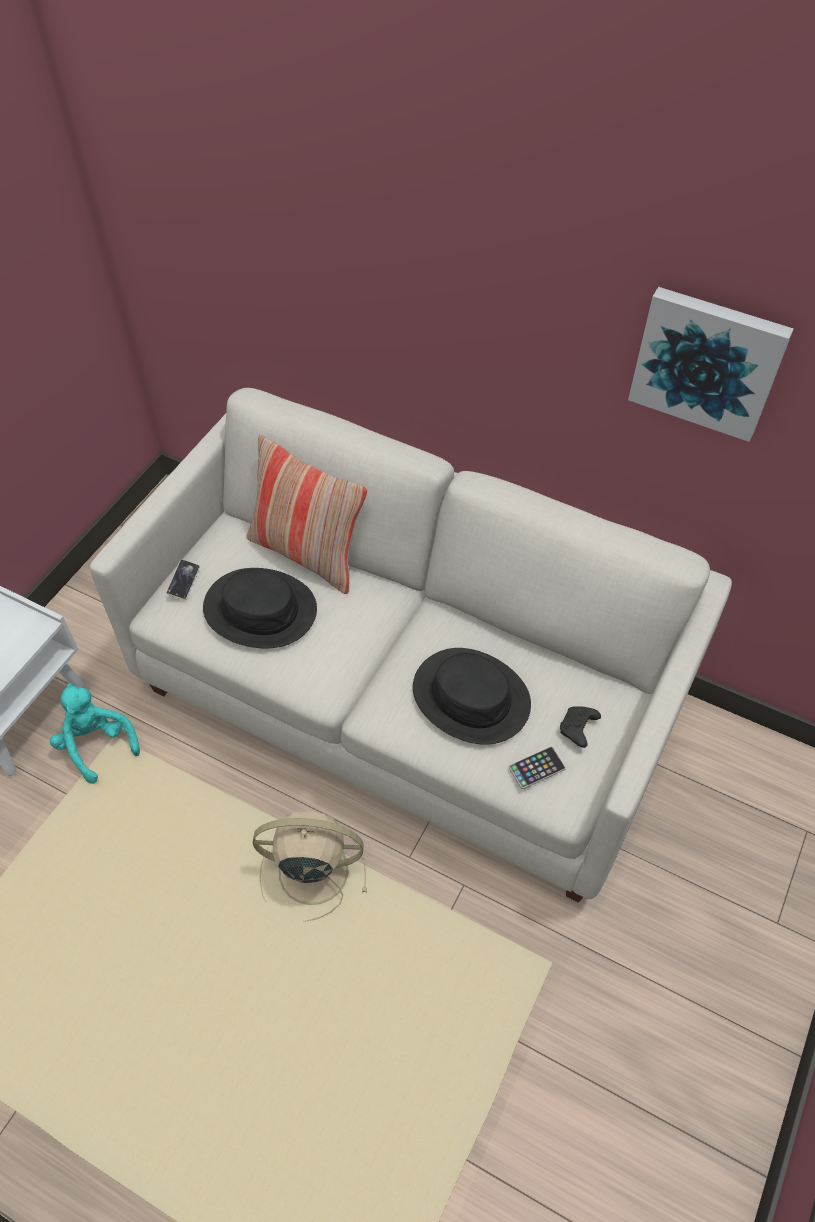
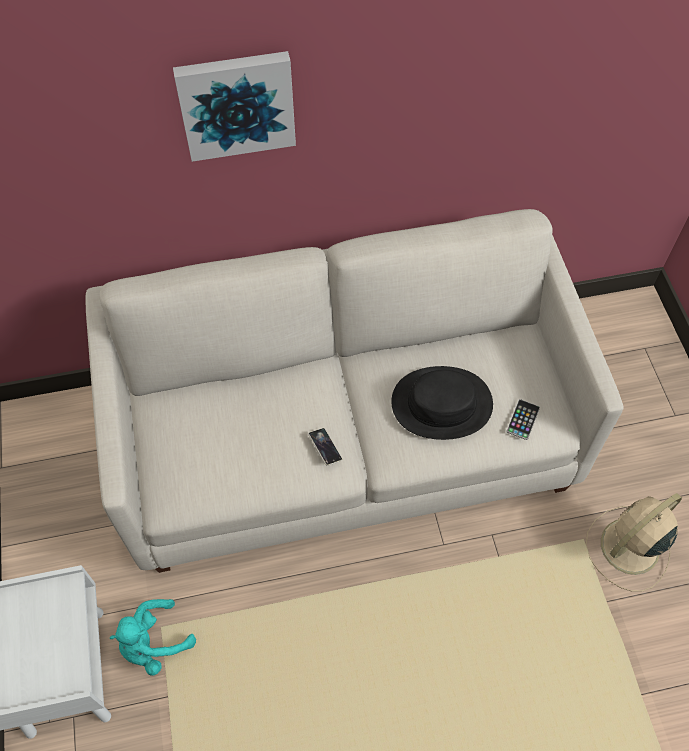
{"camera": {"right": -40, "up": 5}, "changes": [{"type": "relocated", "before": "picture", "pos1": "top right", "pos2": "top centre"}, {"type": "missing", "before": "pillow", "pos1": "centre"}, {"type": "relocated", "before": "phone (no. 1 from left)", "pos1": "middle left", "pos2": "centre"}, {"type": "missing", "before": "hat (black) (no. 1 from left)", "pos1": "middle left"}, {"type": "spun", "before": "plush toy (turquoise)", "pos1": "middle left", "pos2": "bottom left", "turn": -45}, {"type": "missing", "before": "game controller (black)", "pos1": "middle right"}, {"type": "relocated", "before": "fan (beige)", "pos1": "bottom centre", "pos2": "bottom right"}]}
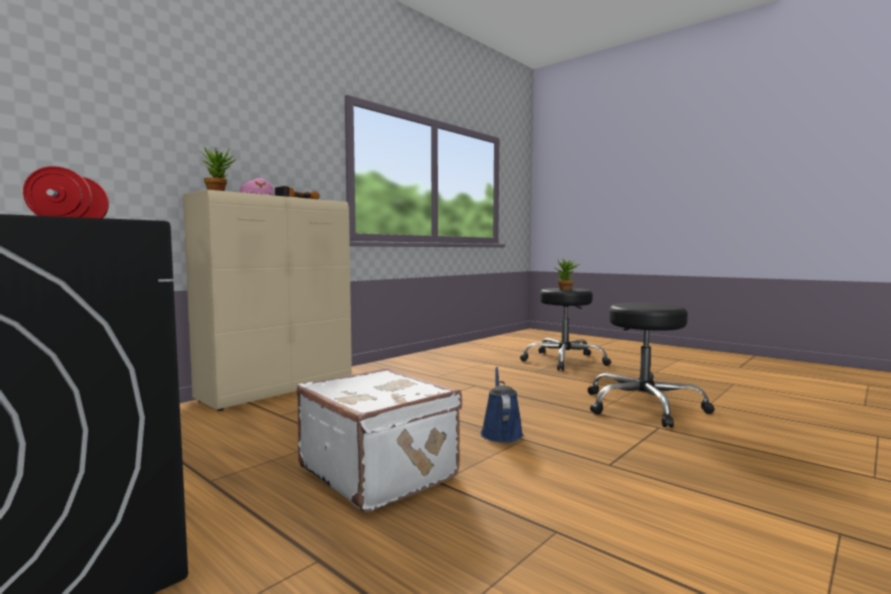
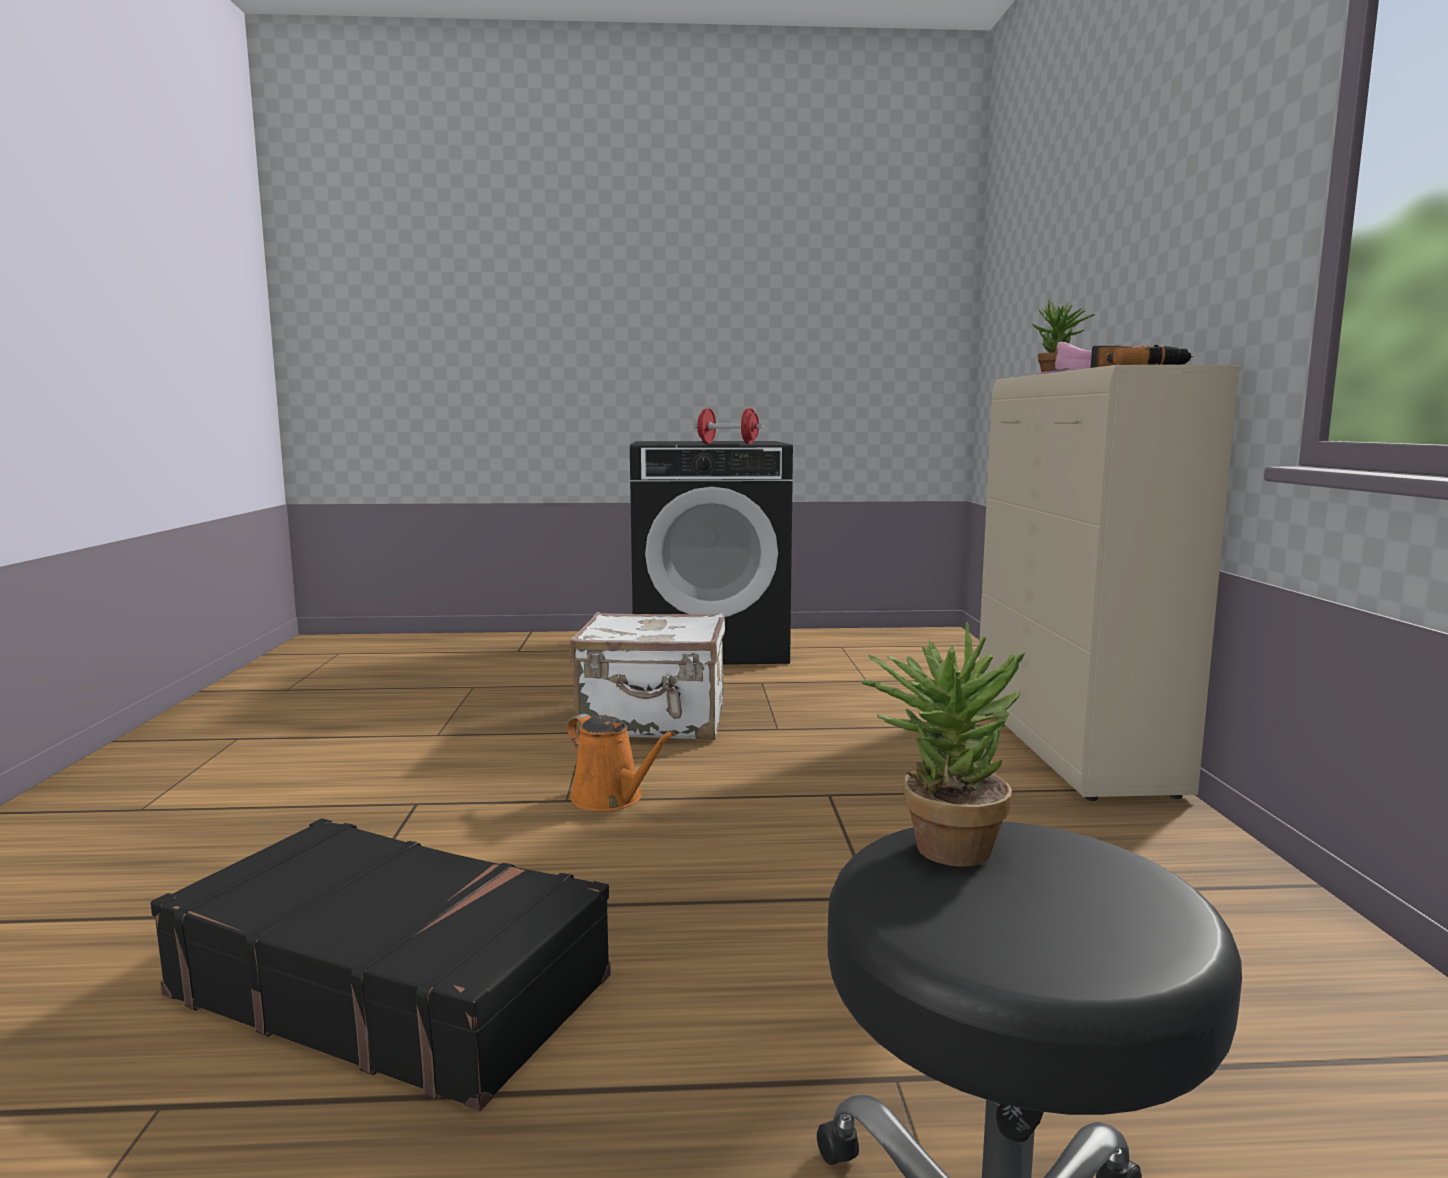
{"camera": {"right": 135, "up": 5}, "changes": [{"type": "exchanged", "before": "stool (black) (no. 2 from left)", "after": "suitcase (black)", "pos1": "middle right", "pos2": "bottom left"}, {"type": "colour", "before": "watering can (blue)", "after": "watering can (orange)", "pos1": "bottom centre", "pos2": "centre"}]}
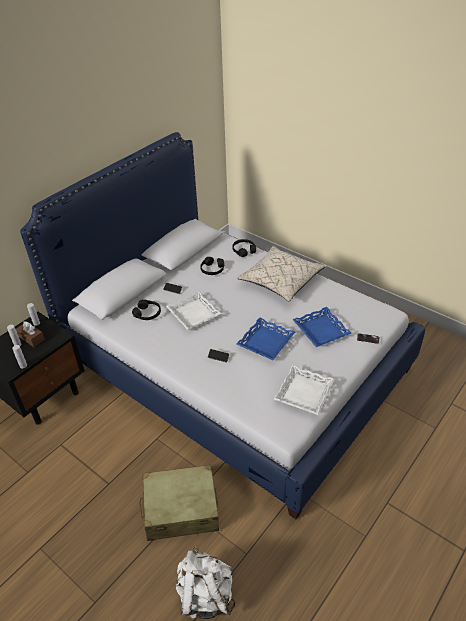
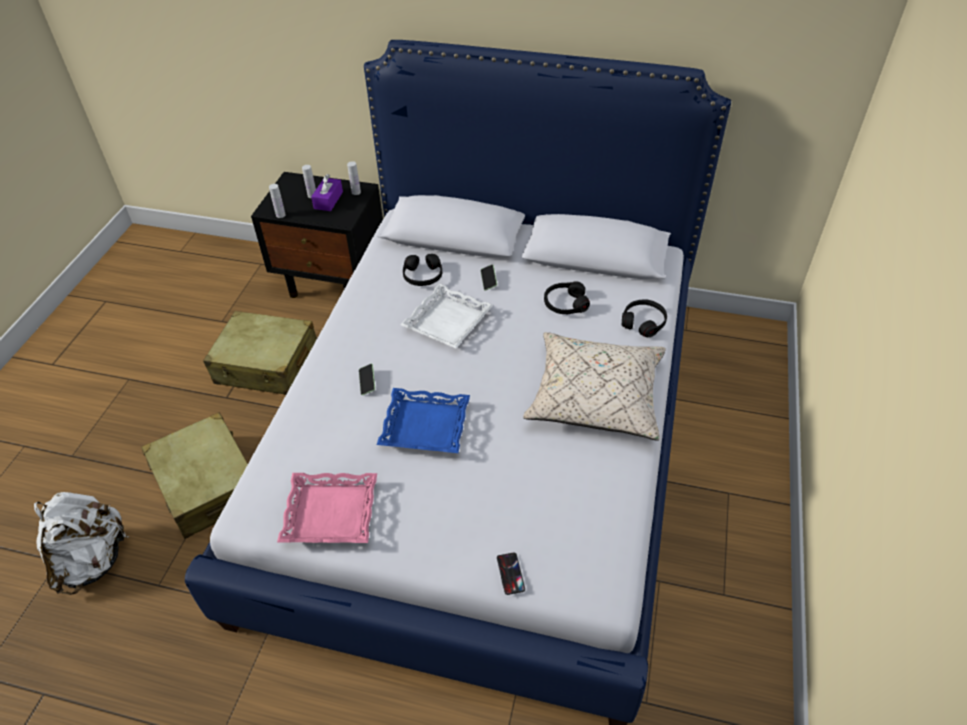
{"camera": {"right": 65, "up": 5}, "changes": [{"type": "missing", "before": "tray (blue) (no. 2 from left)", "pos1": "middle right"}, {"type": "colour", "before": "tissue box (brown)", "after": "tissue box (purple)", "pos1": "middle left", "pos2": "top centre"}, {"type": "colour", "before": "tray (white) (no. 2 from left)", "after": "tray (pink)", "pos1": "centre", "pos2": "bottom centre"}, {"type": "appeared", "after": "suitcase (beige) (no. 2 from left)", "pos2": "middle left"}]}
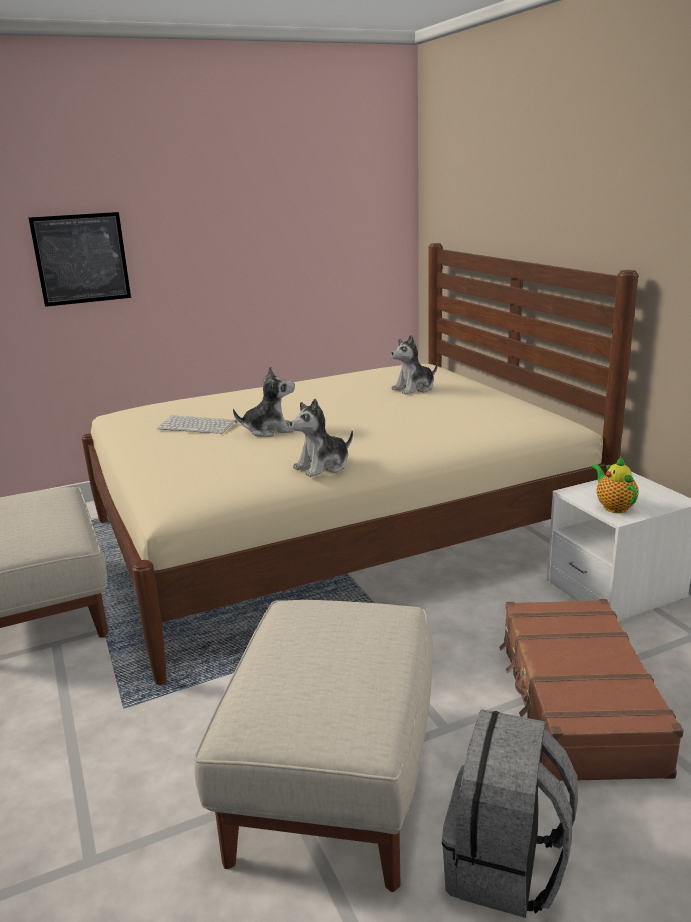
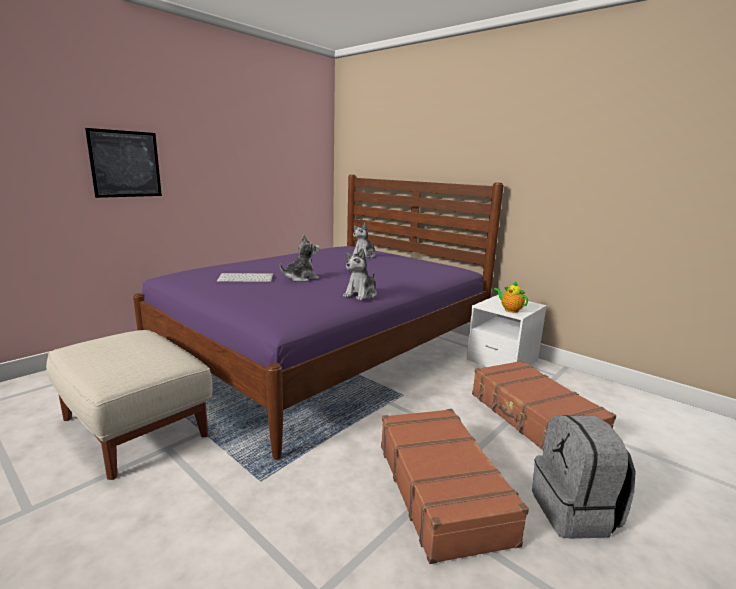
{"camera": {"right": -25, "up": -5}, "changes": [{"type": "colour", "before": "bed (beige)", "after": "bed (purple)", "pos1": "centre", "pos2": "centre"}, {"type": "exchanged", "before": "ottoman (beige) (no. 2 from left)", "after": "suitcase (brown) (no. 1 from left)", "pos1": "bottom centre", "pos2": "bottom centre"}]}
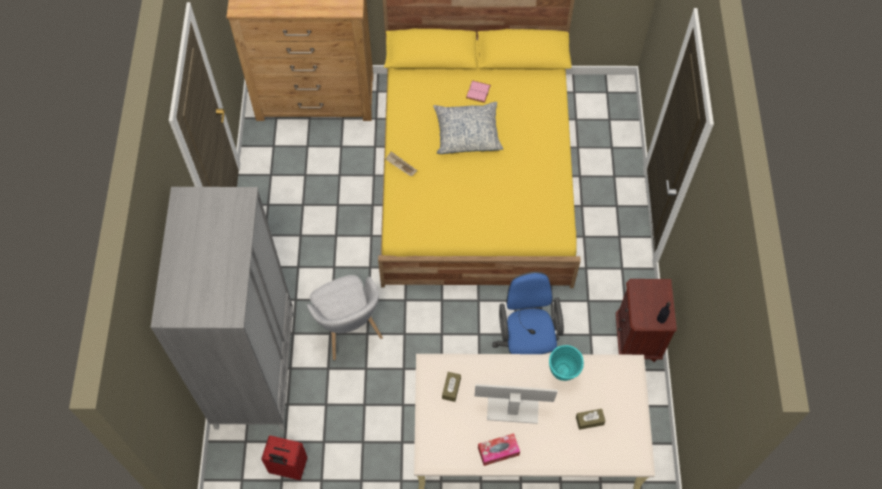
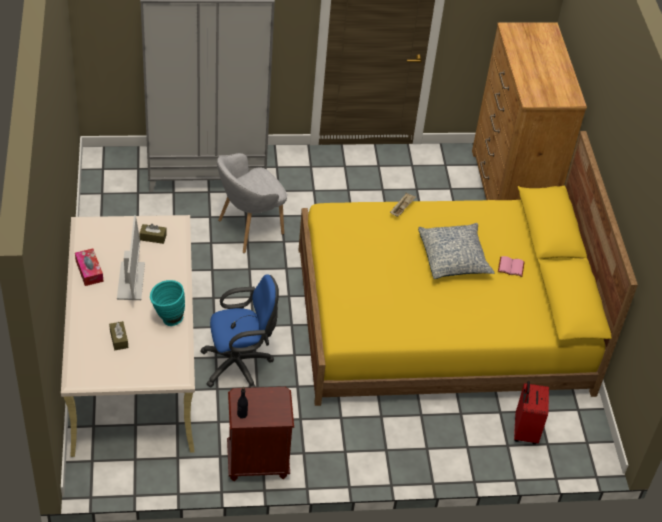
{"camera": {"right": 80, "up": -15}, "changes": [{"type": "relocated", "before": "suitcase (red)", "pos1": "bottom left", "pos2": "bottom right"}]}
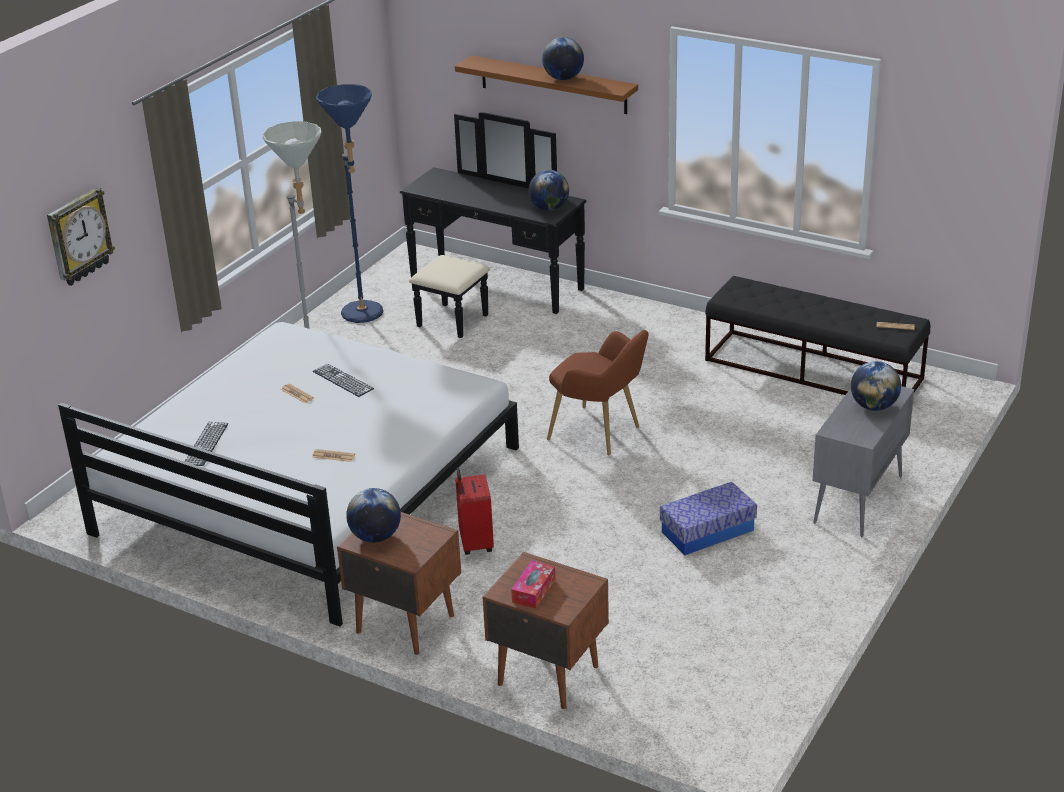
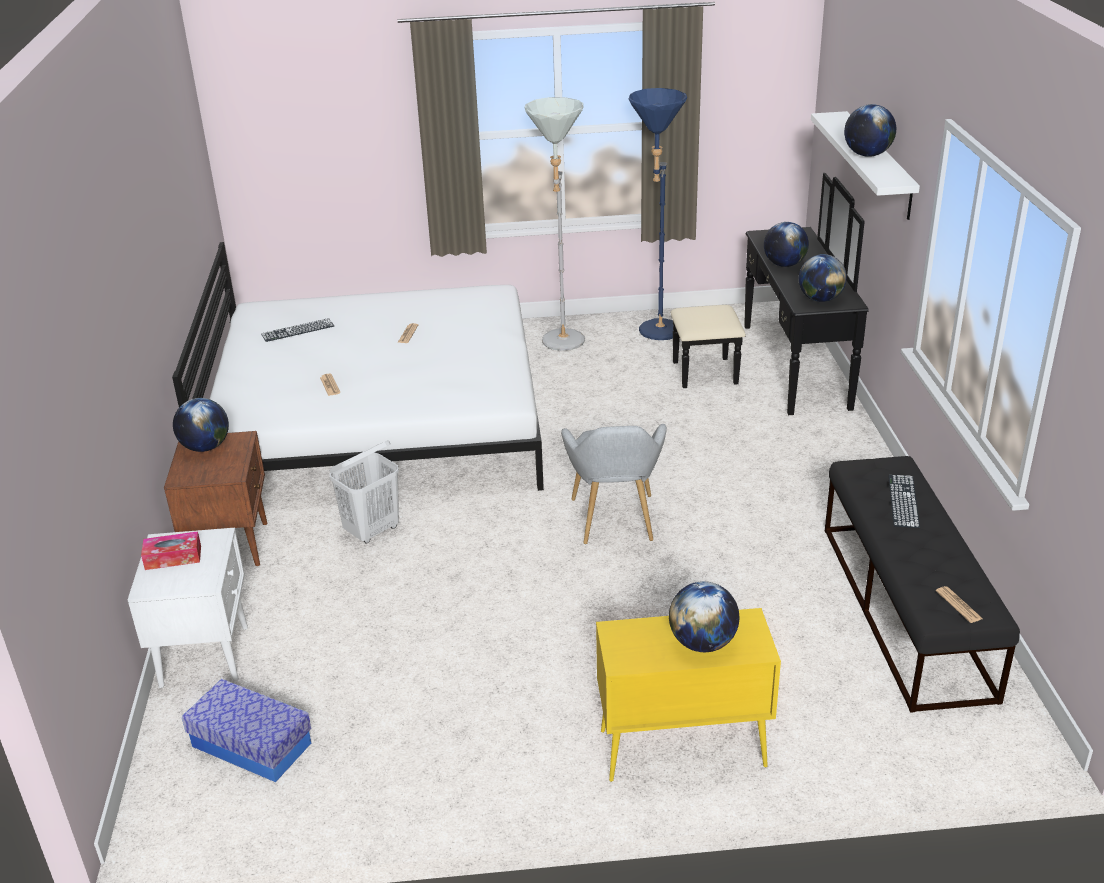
{"camera": {"right": 55, "up": 0}, "changes": [{"type": "colour", "before": "shelf (brown)", "after": "shelf (white)", "pos1": "top centre", "pos2": "top right"}, {"type": "missing", "before": "wall clock", "pos1": "top left"}, {"type": "colour", "before": "armchair (brown)", "after": "armchair (grey)", "pos1": "centre", "pos2": "centre"}, {"type": "relocated", "before": "keyboard (no. 2 from left)", "pos1": "middle left", "pos2": "middle right"}, {"type": "colour", "before": "cabinet (grey)", "after": "cabinet (yellow)", "pos1": "middle right", "pos2": "bottom centre"}, {"type": "exchanged", "before": "suitcase (red)", "after": "laundry basket (white)", "pos1": "centre", "pos2": "middle left"}, {"type": "relocated", "before": "storage box", "pos1": "centre", "pos2": "bottom left"}, {"type": "colour", "before": "nightstand (brown) (no. 2 from left)", "after": "nightstand (white)", "pos1": "bottom centre", "pos2": "bottom left"}, {"type": "appeared", "after": "globe (no. 3 from left)", "pos2": "top right"}]}
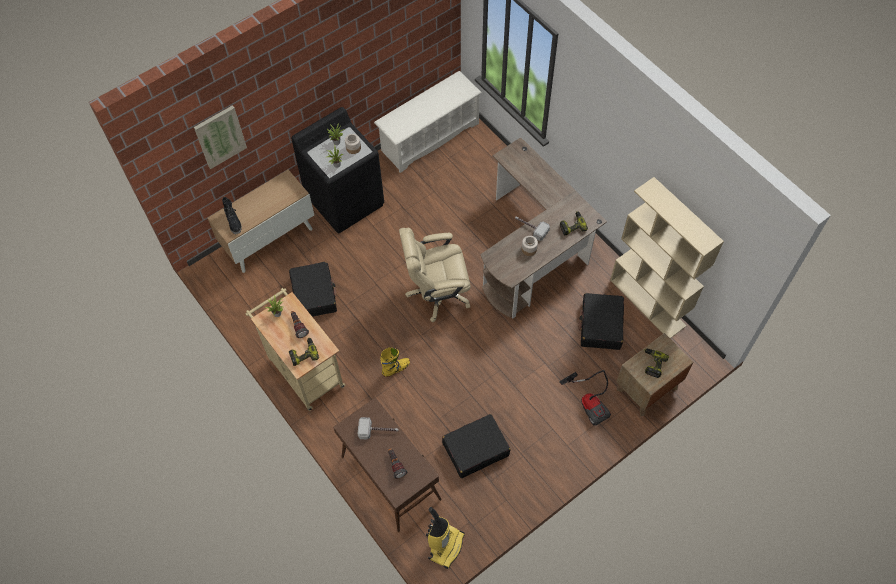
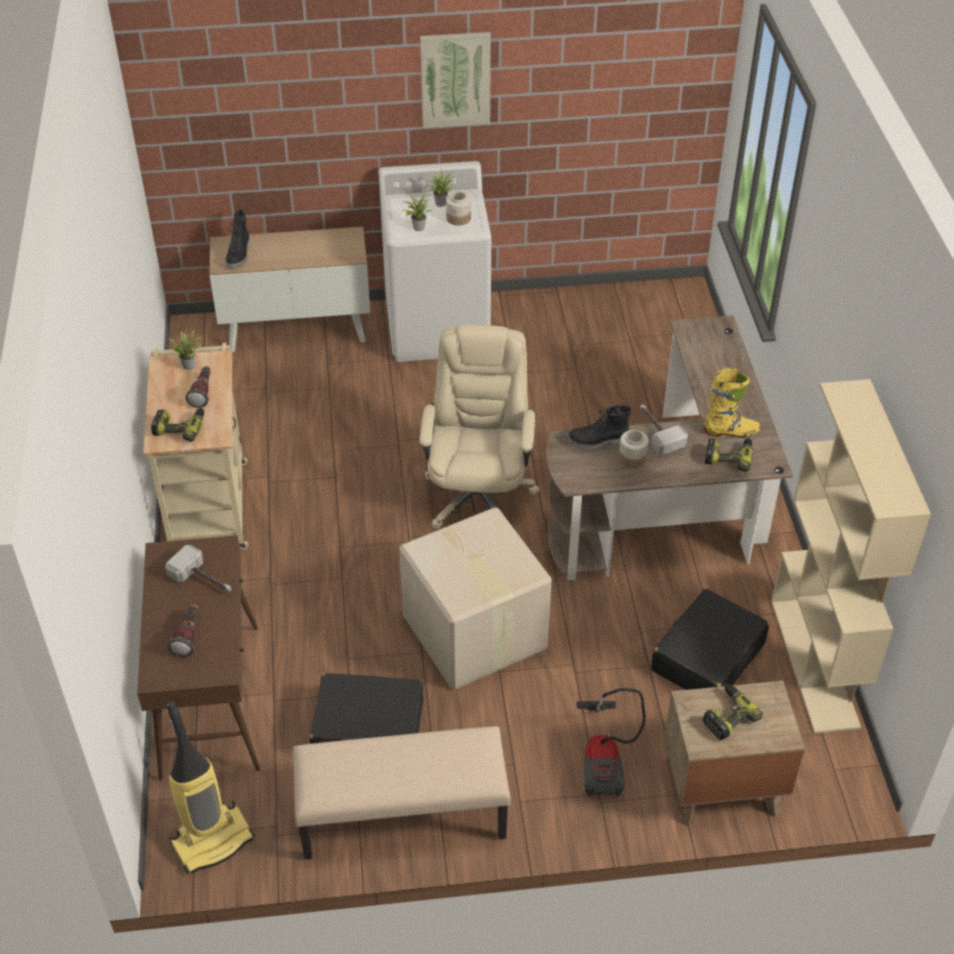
{"camera": {"right": 30, "up": -15}, "changes": [{"type": "missing", "before": "shoe rack (white)", "pos1": "top centre"}, {"type": "relocated", "before": "picture", "pos1": "top left", "pos2": "top centre"}, {"type": "colour", "before": "washing machine (black)", "after": "washing machine (white)", "pos1": "top centre", "pos2": "top centre"}, {"type": "spun", "before": "office chair (beige)", "pos1": "centre", "pos2": "centre", "turn": 75}, {"type": "missing", "before": "suitcase (black) (no. 1 from left)", "pos1": "centre"}, {"type": "relocated", "before": "boot (yellow)", "pos1": "centre", "pos2": "middle right"}, {"type": "appeared", "after": "boot (black) (no. 2 from left)", "pos2": "centre"}, {"type": "appeared", "after": "cardboard box", "pos2": "centre"}, {"type": "appeared", "after": "bench (beige)", "pos2": "bottom centre"}]}
